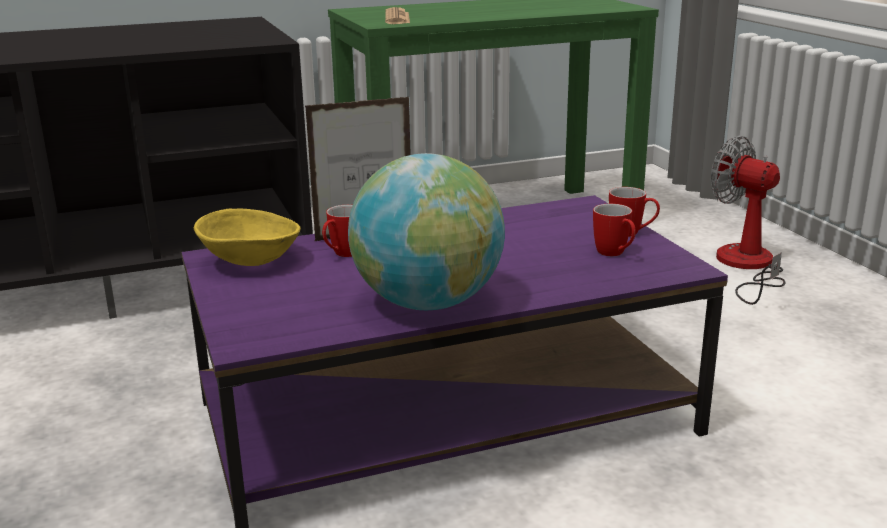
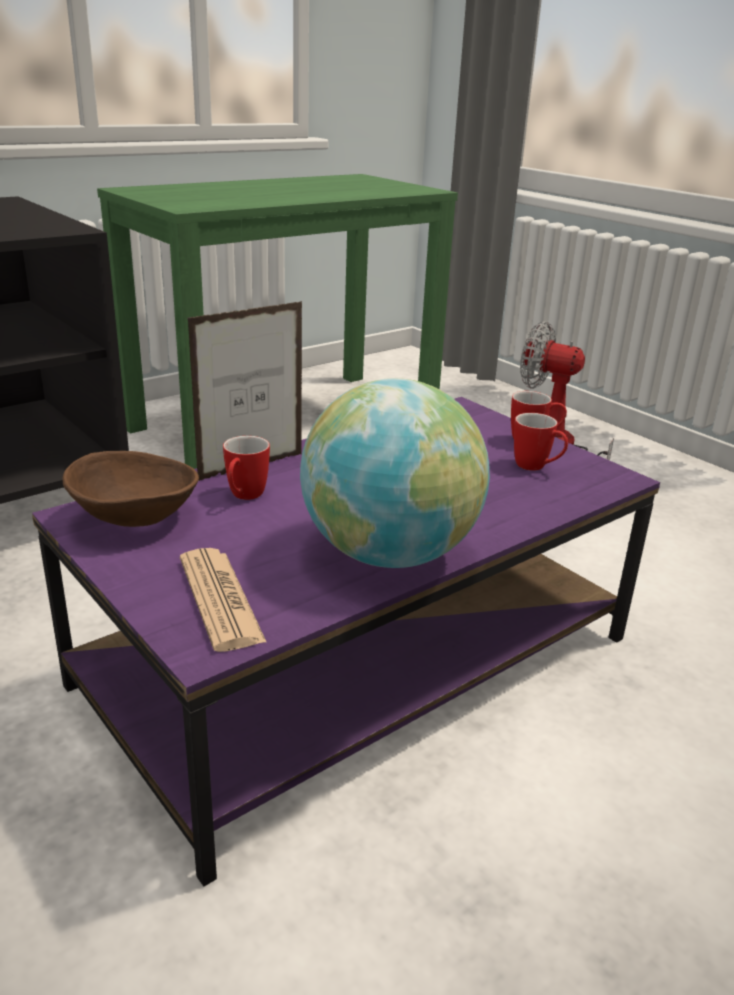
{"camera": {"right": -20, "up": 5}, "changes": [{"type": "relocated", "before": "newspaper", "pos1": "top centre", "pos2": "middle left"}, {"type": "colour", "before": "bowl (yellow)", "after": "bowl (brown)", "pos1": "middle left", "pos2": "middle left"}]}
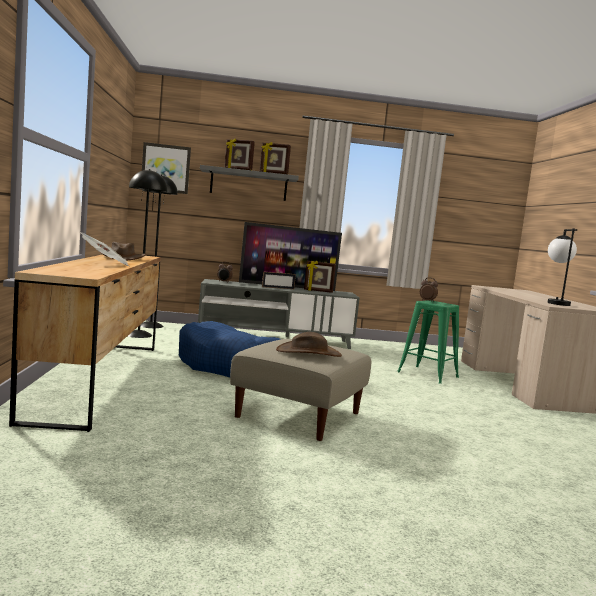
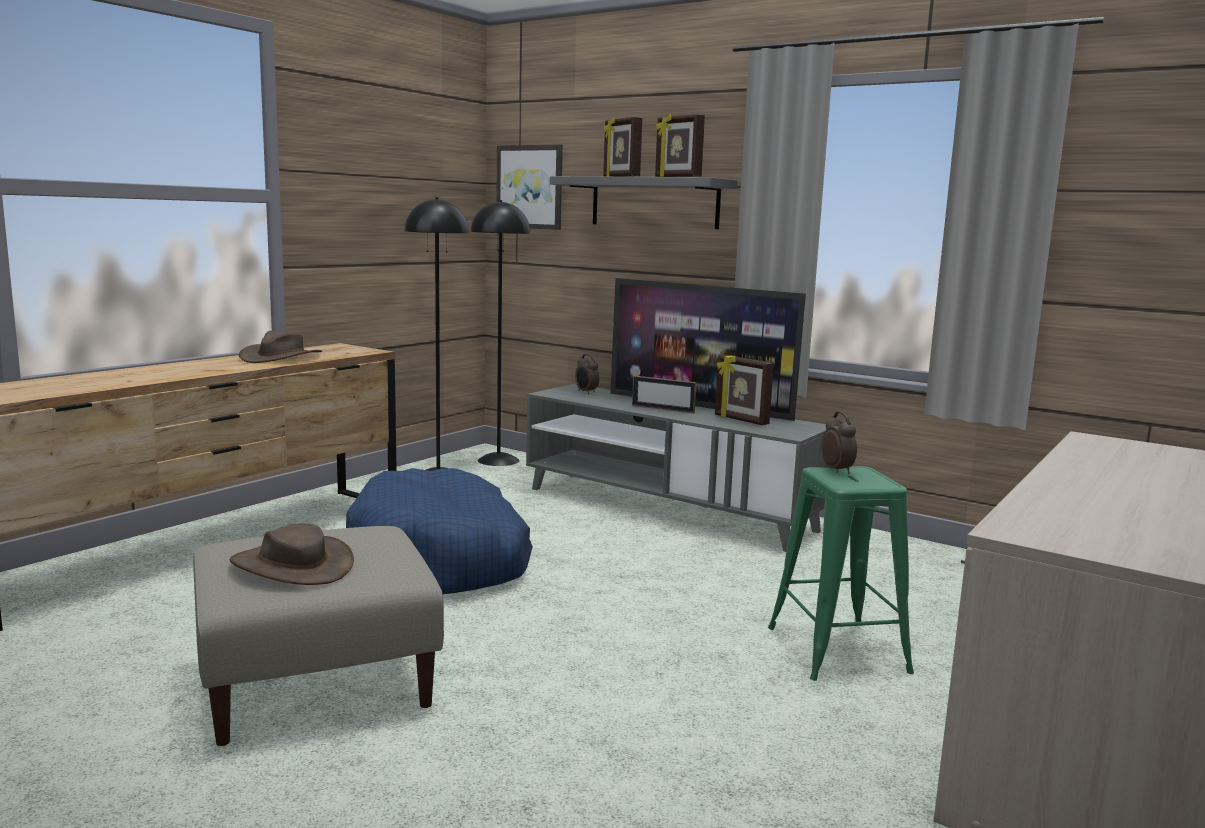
{"camera": {"right": 40, "up": 5}, "changes": [{"type": "missing", "before": "table lamp", "pos1": "middle right"}, {"type": "missing", "before": "newspaper", "pos1": "middle left"}]}
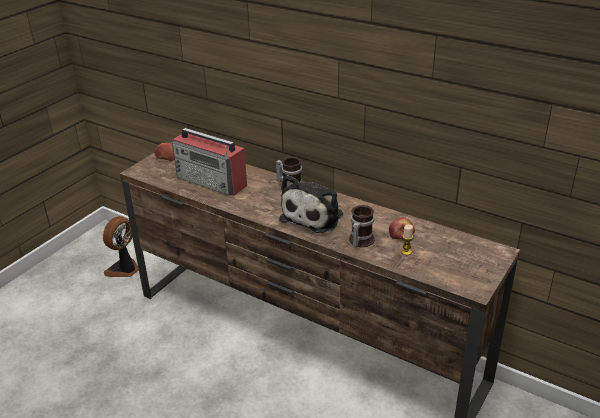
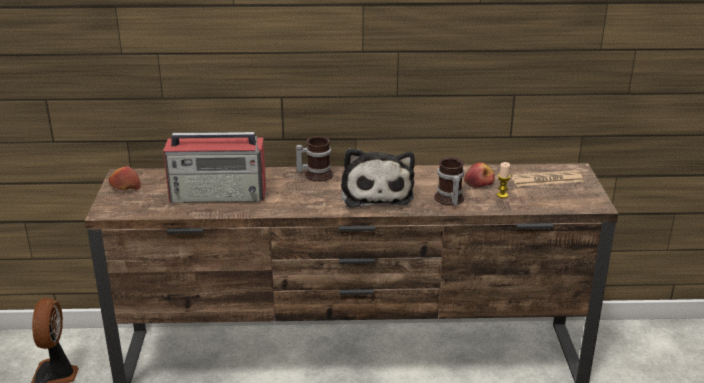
{"camera": {"right": -35, "up": -5}, "changes": [{"type": "appeared", "after": "newspaper", "pos2": "middle right"}]}
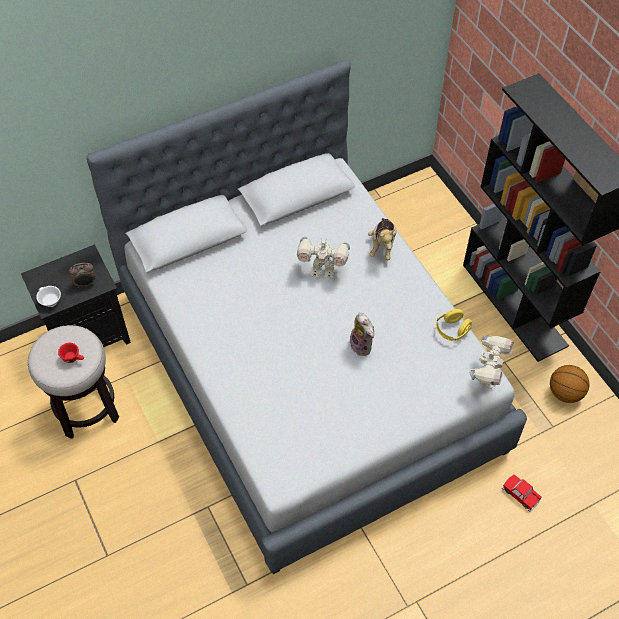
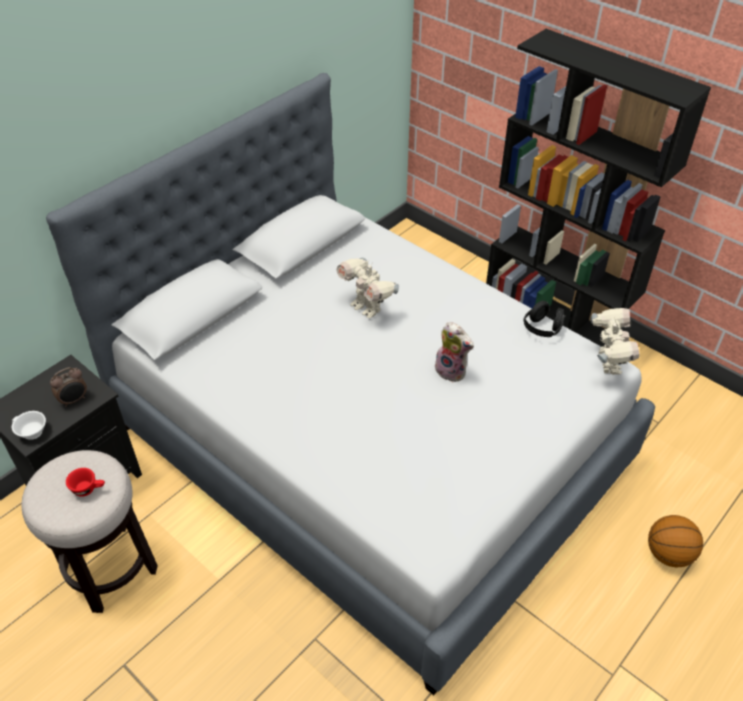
{"camera": {"right": -20, "up": -10}, "changes": [{"type": "missing", "before": "plush toy (no. 2 from left)", "pos1": "centre"}, {"type": "spun", "before": "toy robot (no. 1 from left)", "pos1": "centre", "pos2": "centre", "turn": 60}, {"type": "colour", "before": "headphones (yellow)", "after": "headphones (black)", "pos1": "middle right", "pos2": "middle right"}, {"type": "relocated", "before": "basketball", "pos1": "middle right", "pos2": "bottom right"}, {"type": "missing", "before": "toy car", "pos1": "bottom right"}]}
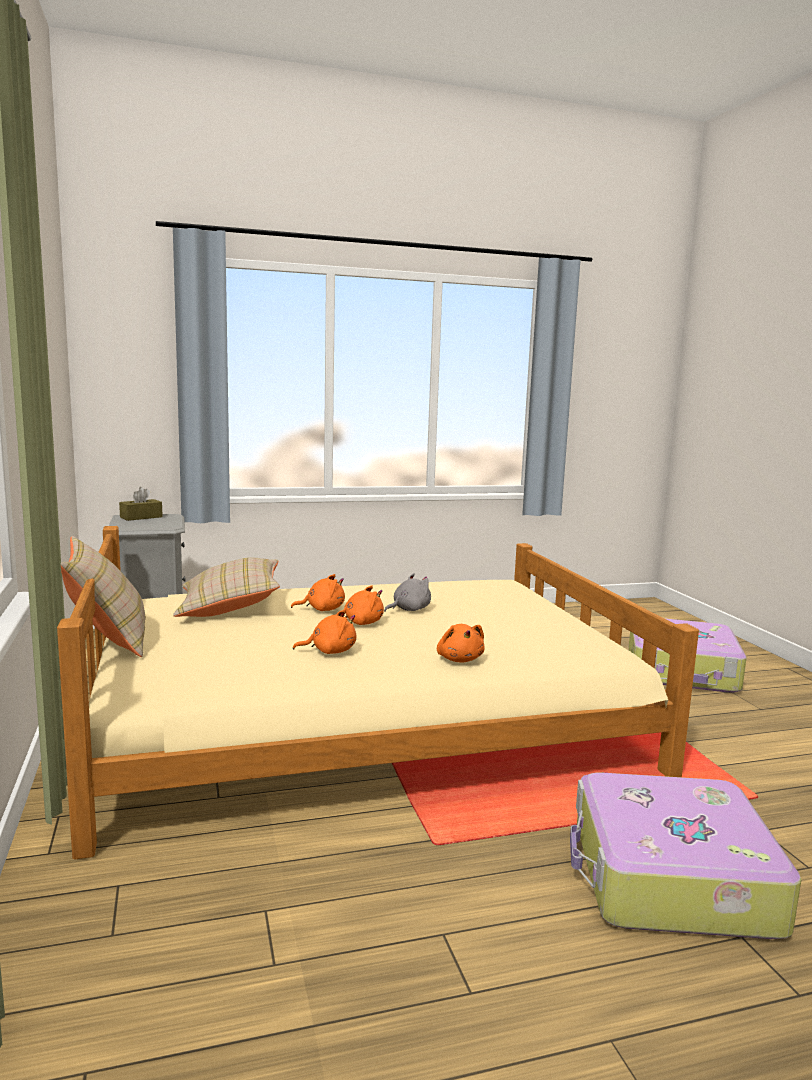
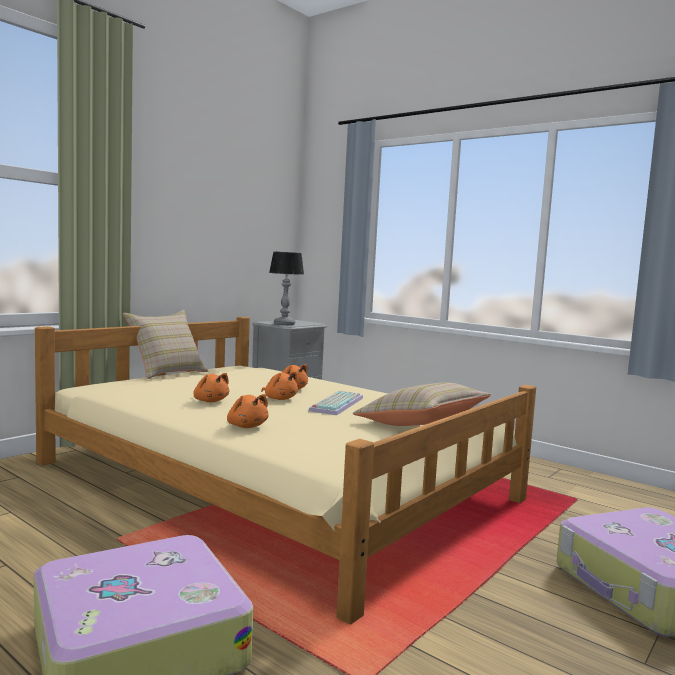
{"camera": {"right": 55, "up": -5}, "changes": [{"type": "missing", "before": "tissue box (brown)", "pos1": "middle left"}, {"type": "relocated", "before": "pillow (beige) (no. 2 from left)", "pos1": "middle left", "pos2": "centre"}, {"type": "exchanged", "before": "plush toy (grey)", "after": "keyboard", "pos1": "centre", "pos2": "centre"}, {"type": "spun", "before": "plush toy (orange) (no. 4 from left in the first image)", "pos1": "centre", "pos2": "centre", "turn": -75}, {"type": "appeared", "after": "table lamp", "pos2": "centre"}]}
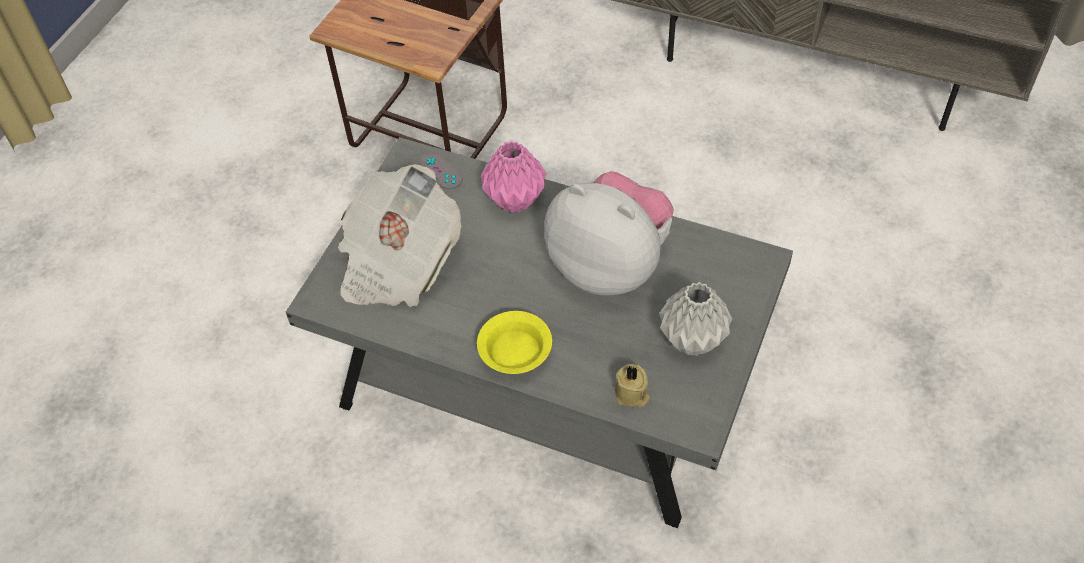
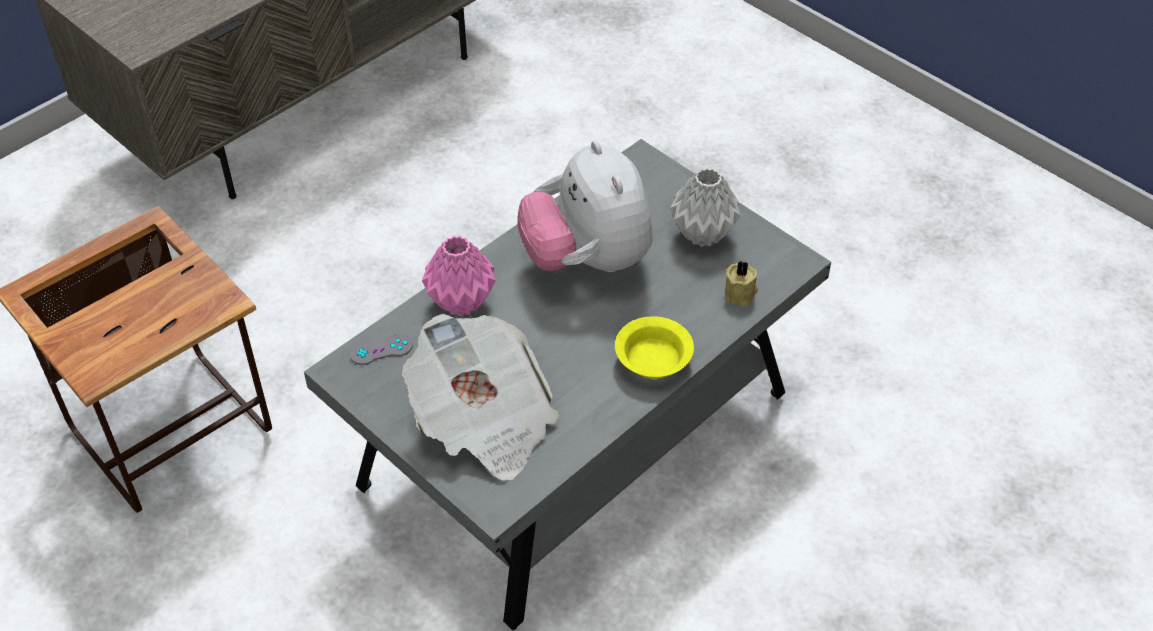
{"camera": {"right": -70, "up": -5}, "changes": [{"type": "spun", "before": "plush toy", "pos1": "centre", "pos2": "top centre", "turn": -75}]}
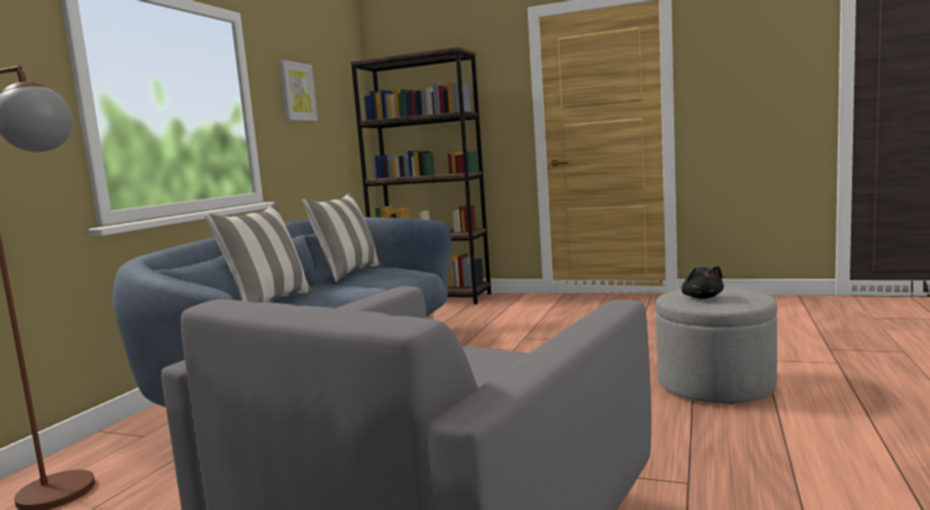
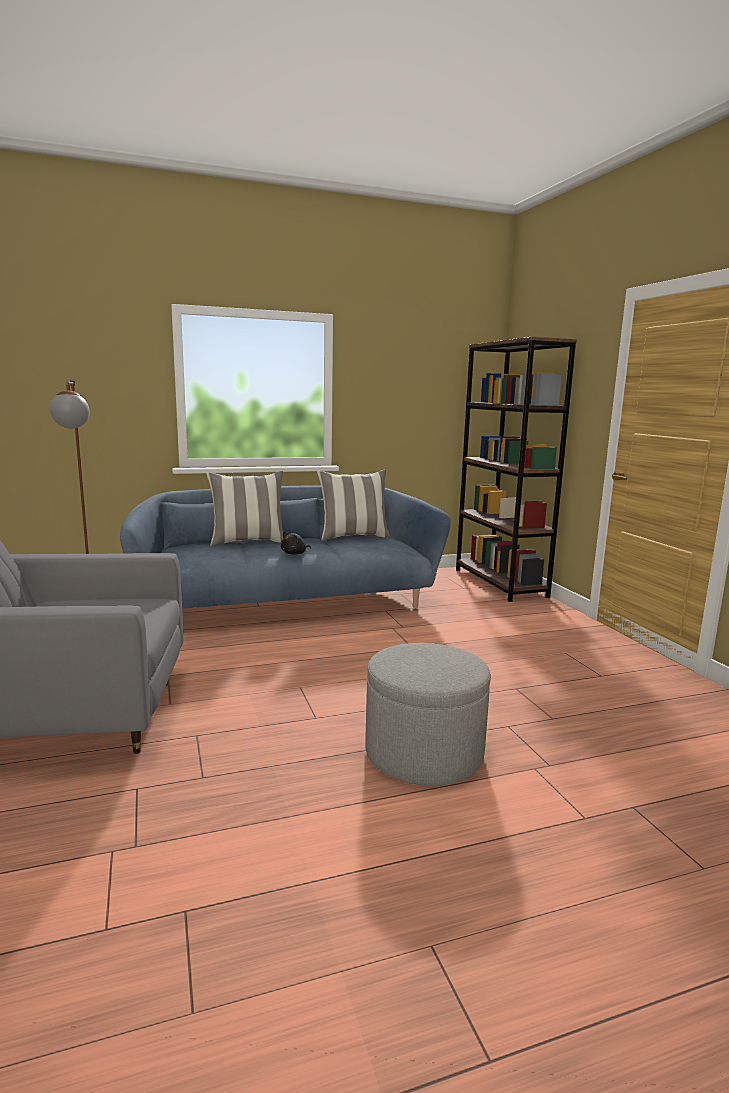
{"camera": {"right": 50, "up": 5}, "changes": [{"type": "missing", "before": "picture", "pos1": "top left"}, {"type": "relocated", "before": "plush toy (black)", "pos1": "middle right", "pos2": "centre"}]}
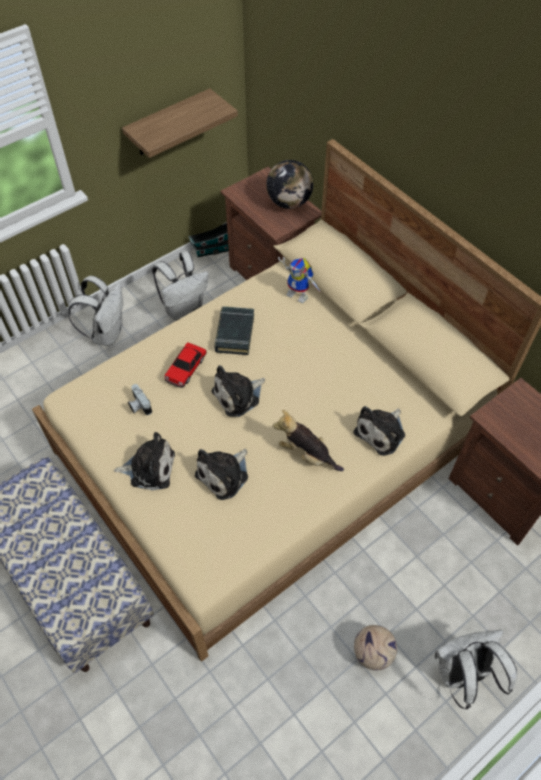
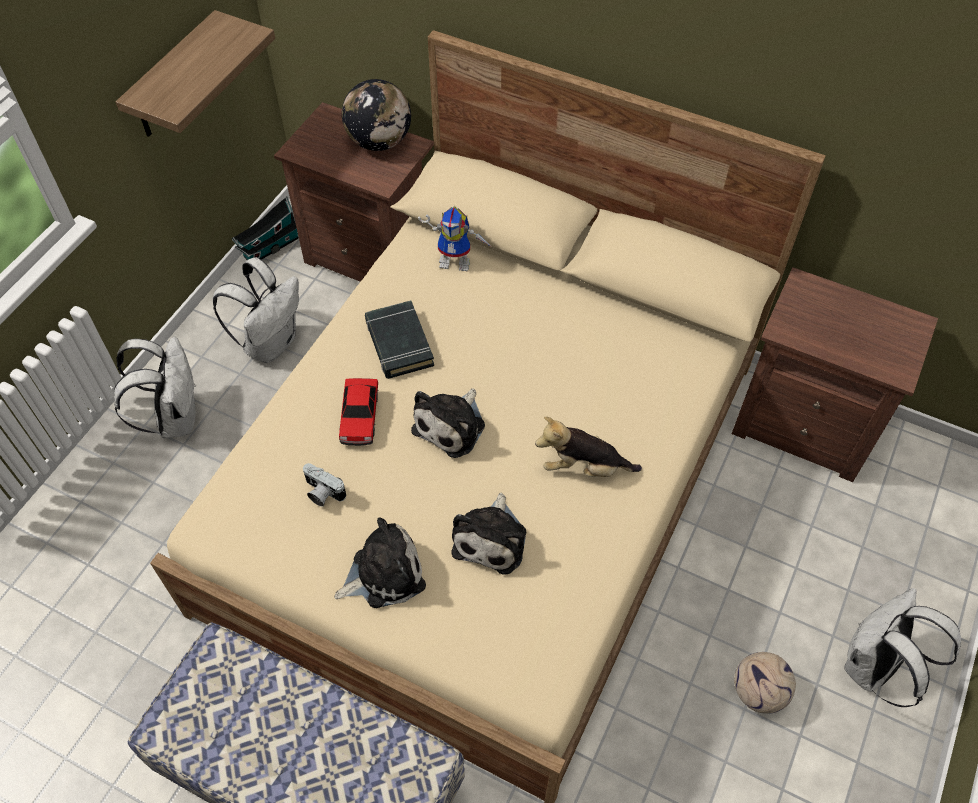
{"camera": {"right": -25, "up": 0}, "changes": [{"type": "missing", "before": "plush toy (no. 5 from left)", "pos1": "middle right"}]}
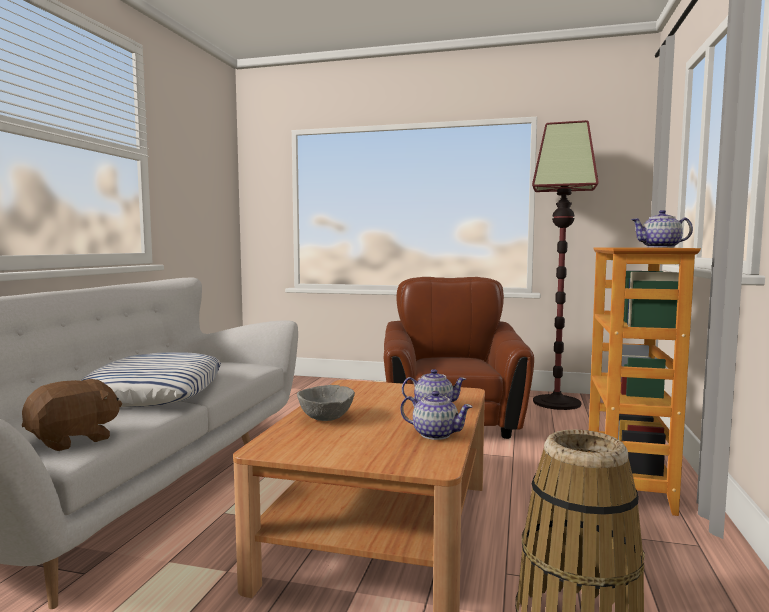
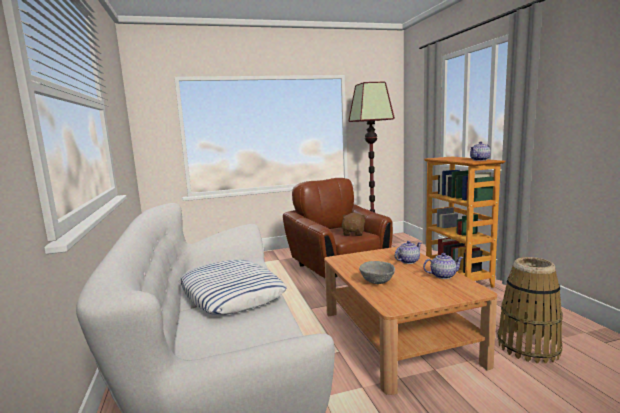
{"camera": {"right": -30, "up": 5}, "changes": [{"type": "relocated", "before": "plush toy (brown)", "pos1": "bottom left", "pos2": "centre"}]}
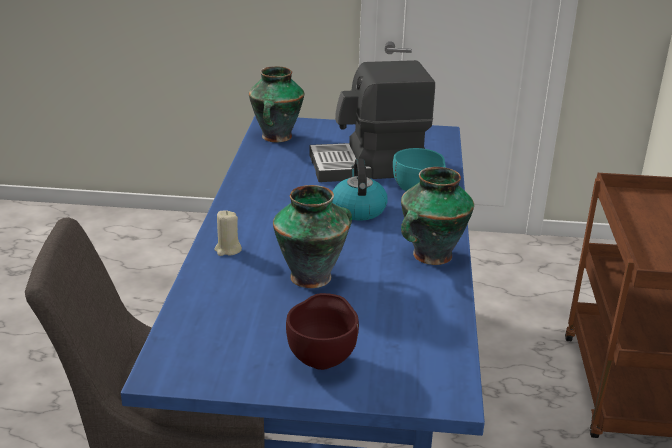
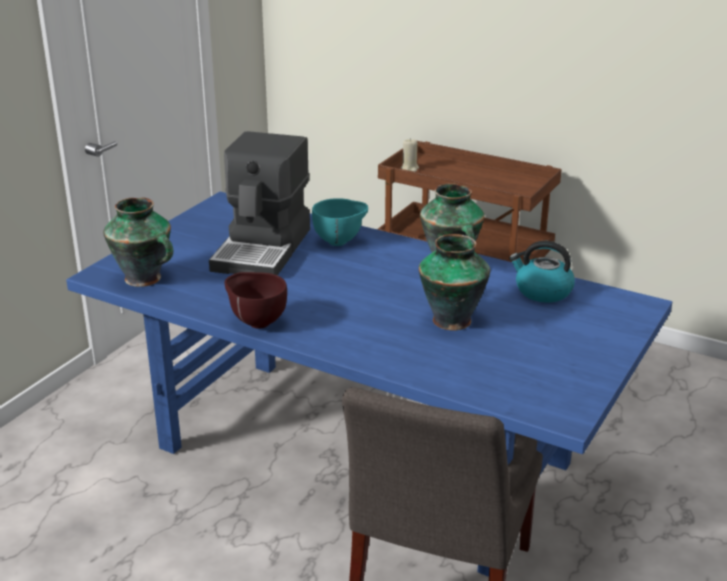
{"camera": {"right": -65, "up": 0}, "changes": [{"type": "relocated", "before": "kettle", "pos1": "centre", "pos2": "middle right"}, {"type": "relocated", "before": "candle (beige)", "pos1": "centre", "pos2": "top centre"}, {"type": "relocated", "before": "bowl (brown)", "pos1": "bottom centre", "pos2": "centre"}]}
